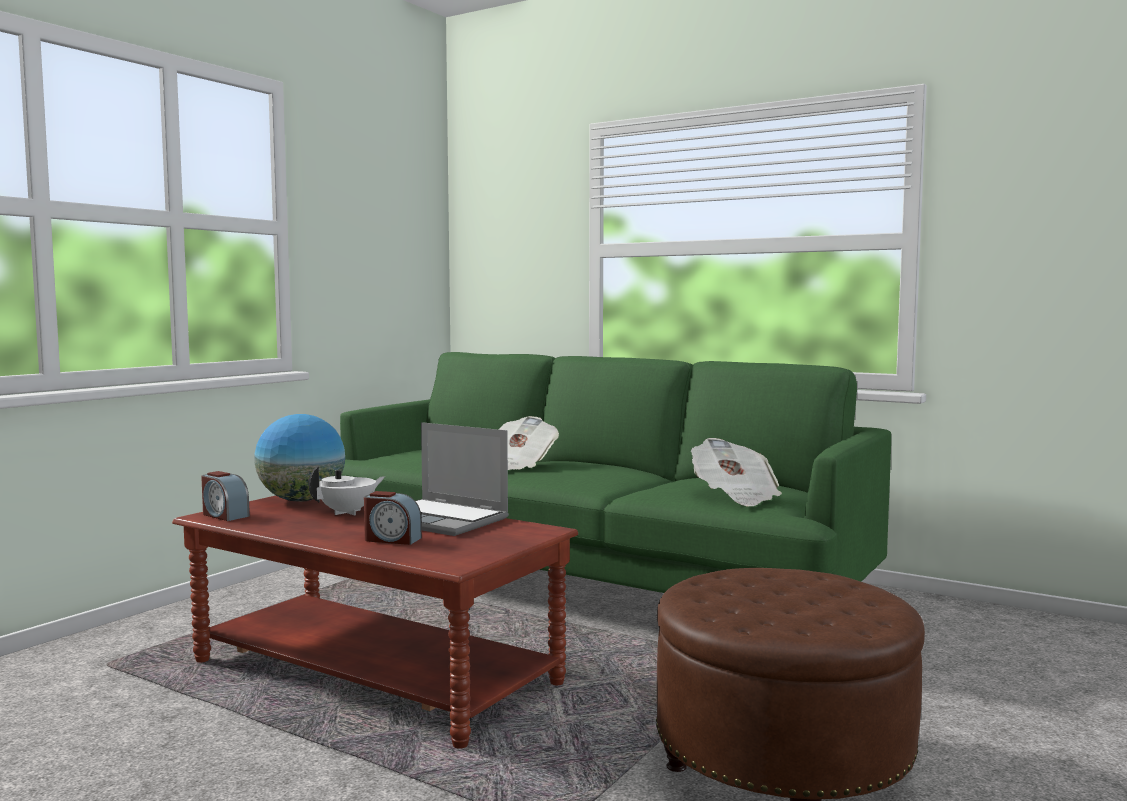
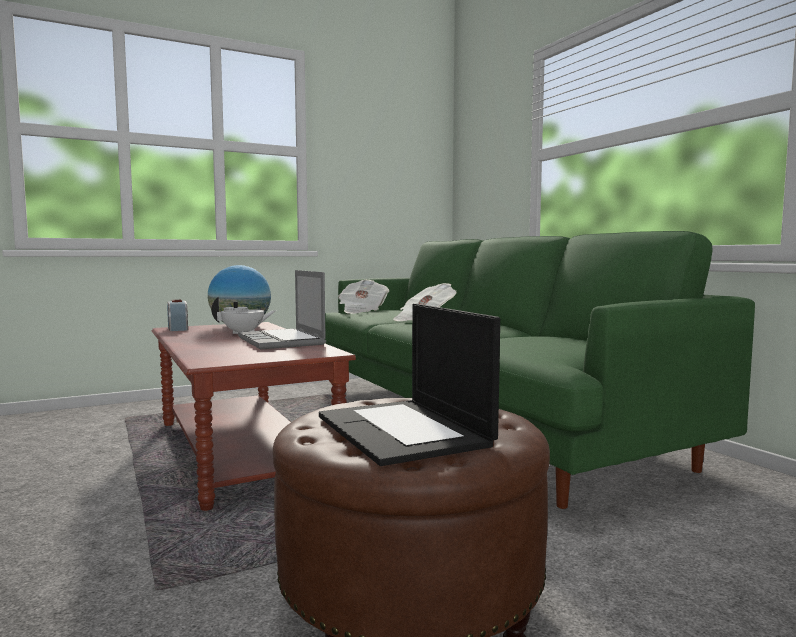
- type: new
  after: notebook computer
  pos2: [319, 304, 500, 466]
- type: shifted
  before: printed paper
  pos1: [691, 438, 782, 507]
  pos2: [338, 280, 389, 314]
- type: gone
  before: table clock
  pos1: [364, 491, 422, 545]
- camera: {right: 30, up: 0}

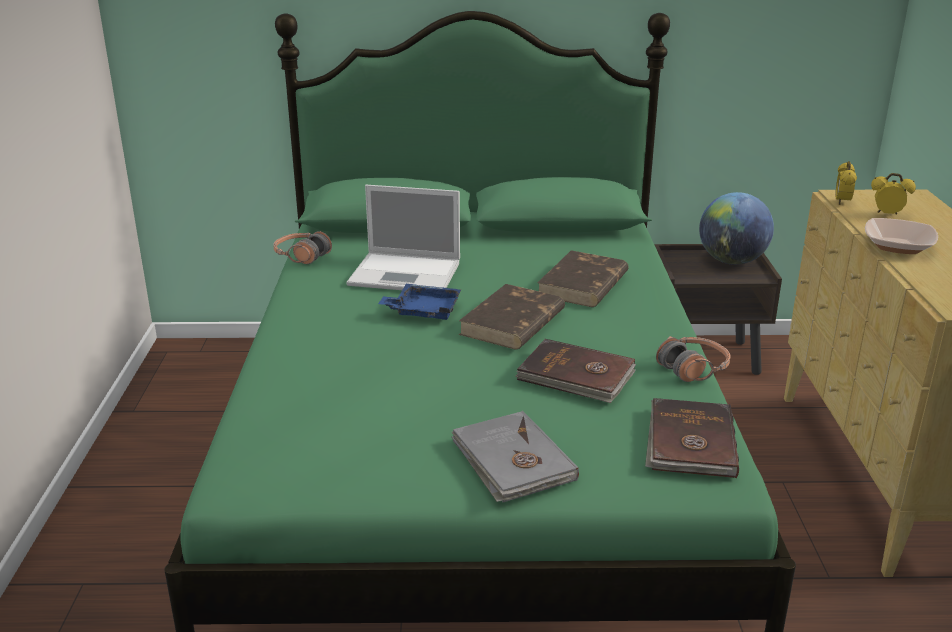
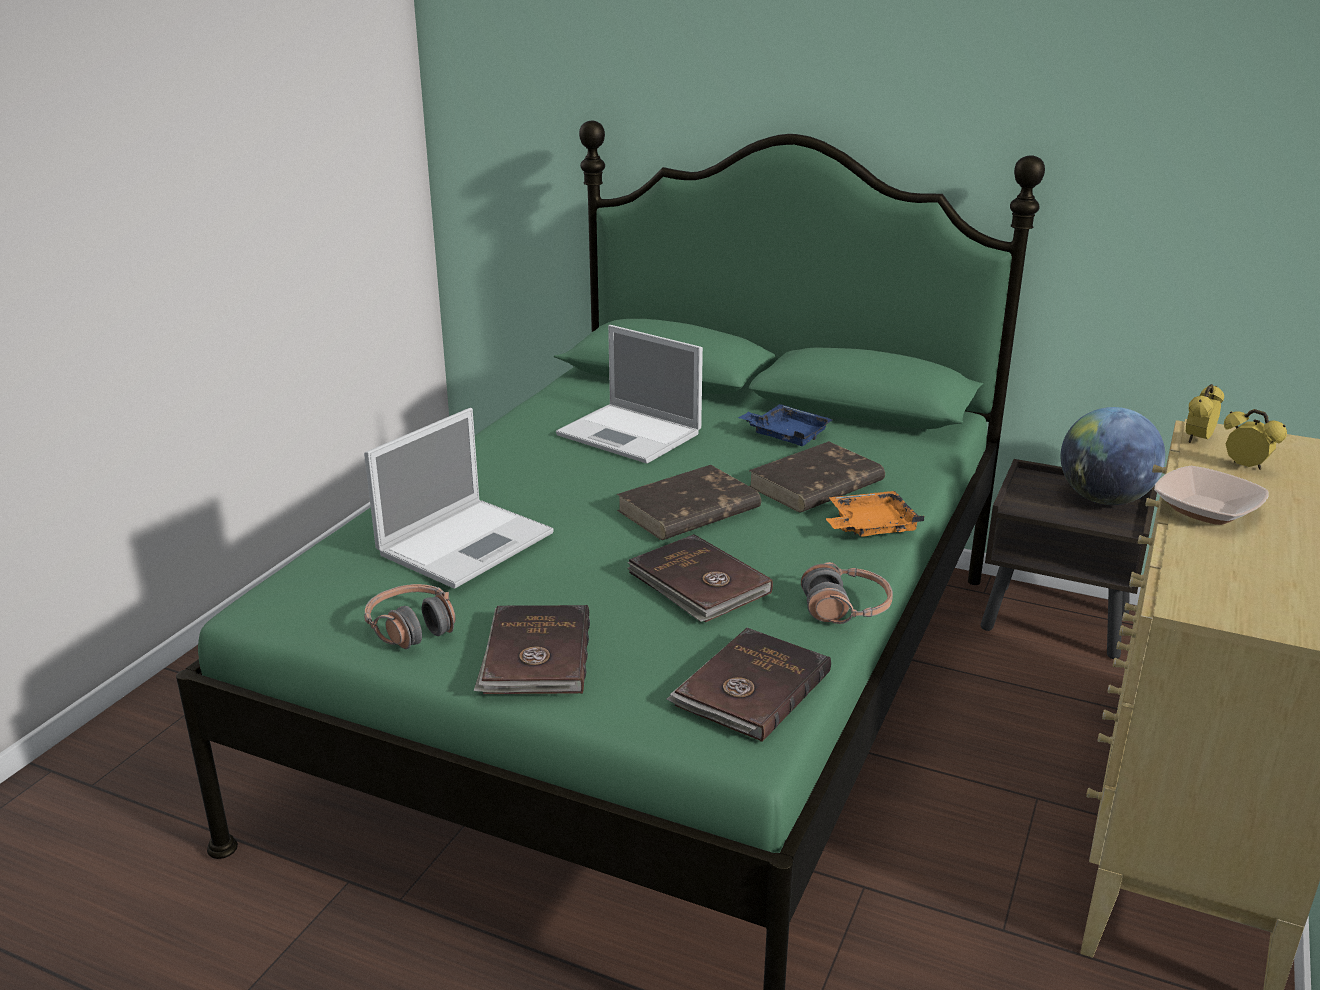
- type: new
  after: notebook computer
  pos2: [364, 408, 554, 589]
- type: shifted
  before: headphones
  pos1: [273, 231, 332, 264]
  pos2: [364, 584, 456, 649]
- type: repainted
  before: grey book
  after: brown book
  pos1: [451, 411, 579, 502]
  pos2: [474, 605, 590, 694]
- type: shifted
  before: blue-coloured tray
  pos1: [378, 284, 461, 320]
  pos2: [738, 404, 833, 446]
- type: new
  after: orange tray
  pos2: [826, 491, 924, 537]
- camera: {right: 25, up: 0}

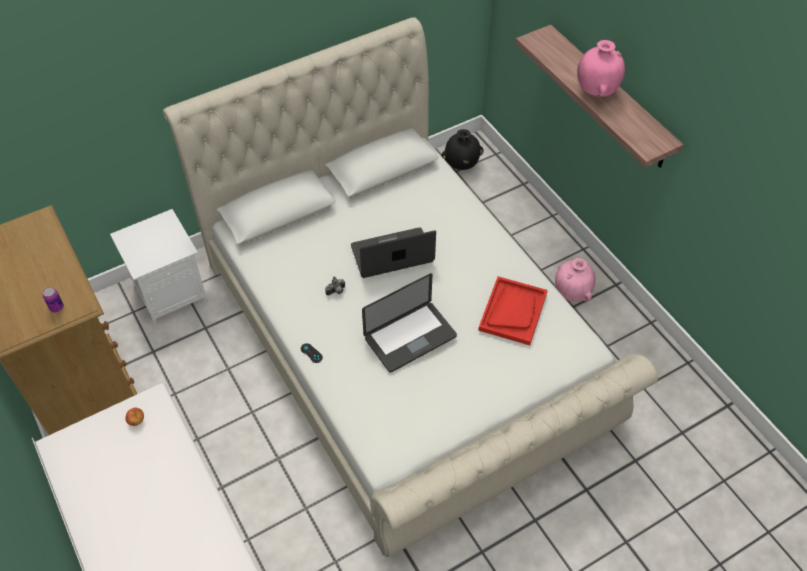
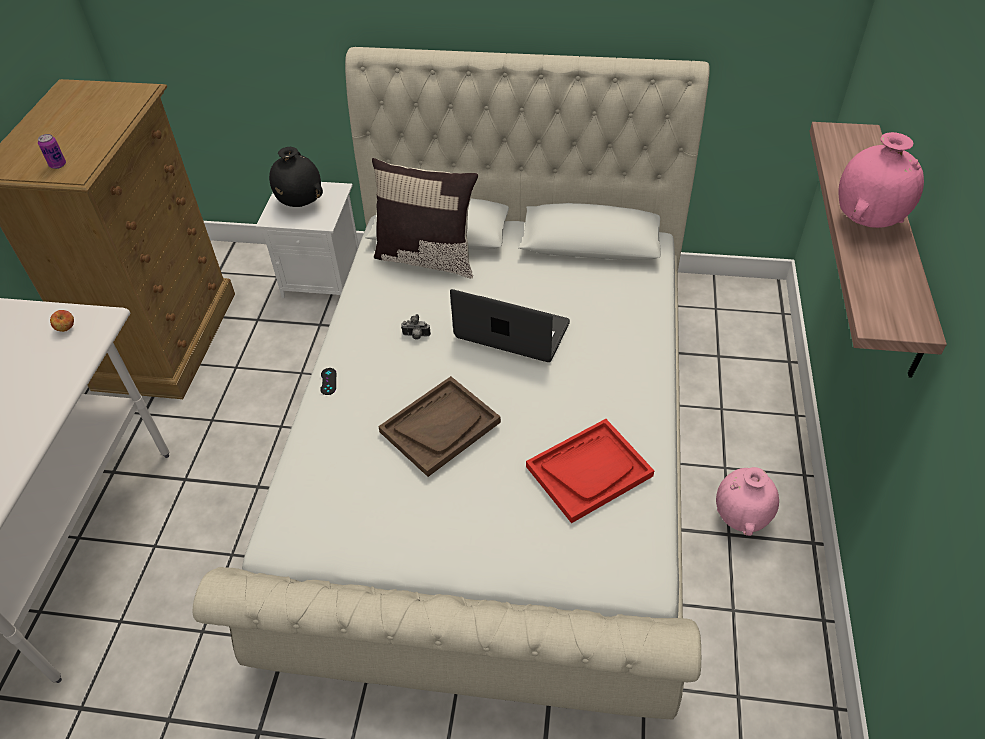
- type: shifted
  before: black vase
  pos1: [441, 129, 484, 170]
  pos2: [269, 147, 323, 207]
- type: new
  after: cushion
  pos2: [372, 158, 478, 279]
- type: swapped
  before: notebook computer
  after: brown tray
  pos1: [362, 273, 457, 372]
  pos2: [378, 376, 501, 477]
- camera: {right: 40, up: -5}

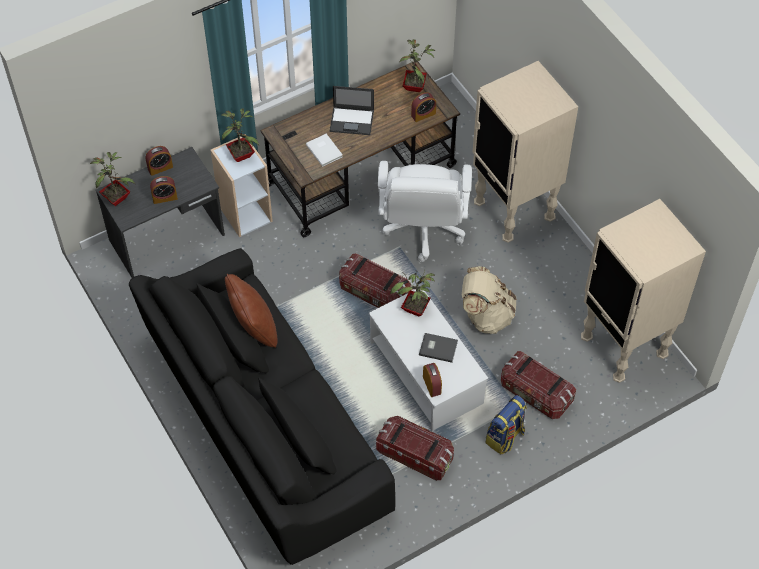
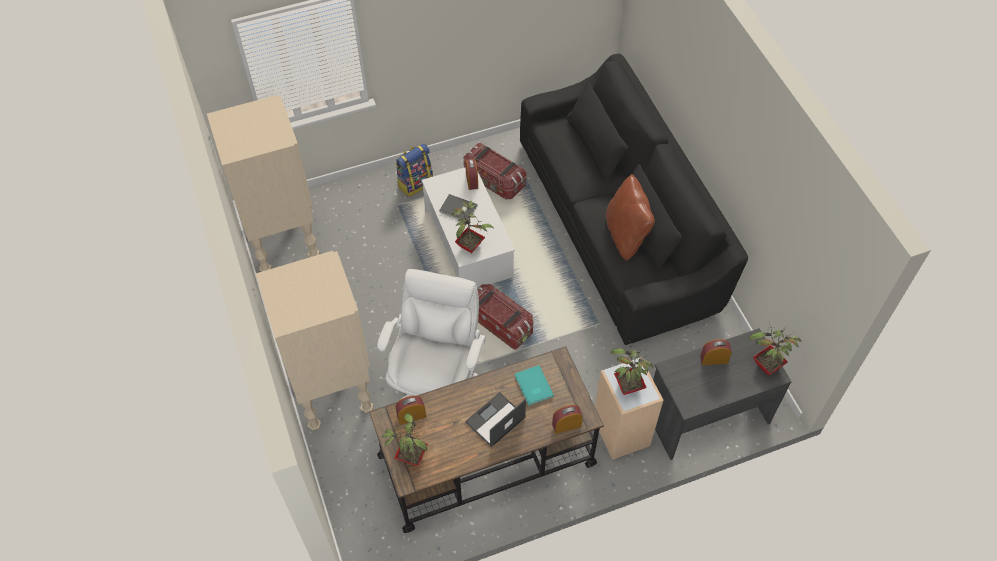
- type: rotated
  before: notebook computer
  pos1: [330, 86, 374, 135]
  pos2: [465, 392, 526, 447]
  turn: -60
- type: repainted
  before: whitish book
  after: turquoise book
  pos1: [306, 134, 343, 167]
  pos2: [515, 365, 554, 406]
- type: shifted
  before: table clock
  pos1: [145, 146, 173, 176]
  pos2: [552, 405, 583, 434]
- type: gone
  before: beige-coloured backpack
  pos1: [462, 266, 517, 334]
- type: gone
  before: storage container
  pos1: [501, 351, 576, 419]
- camera: {right: -170, up: 0}

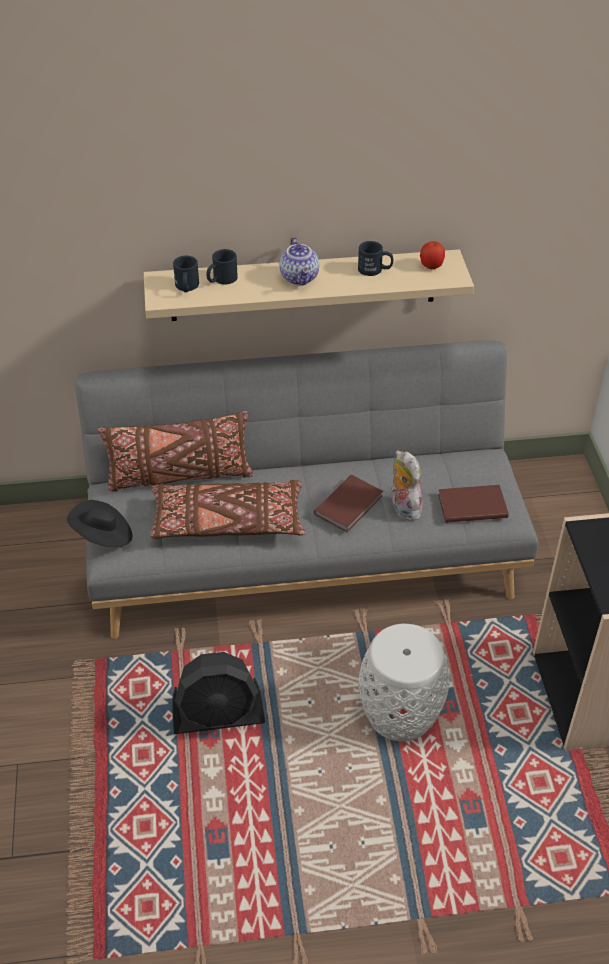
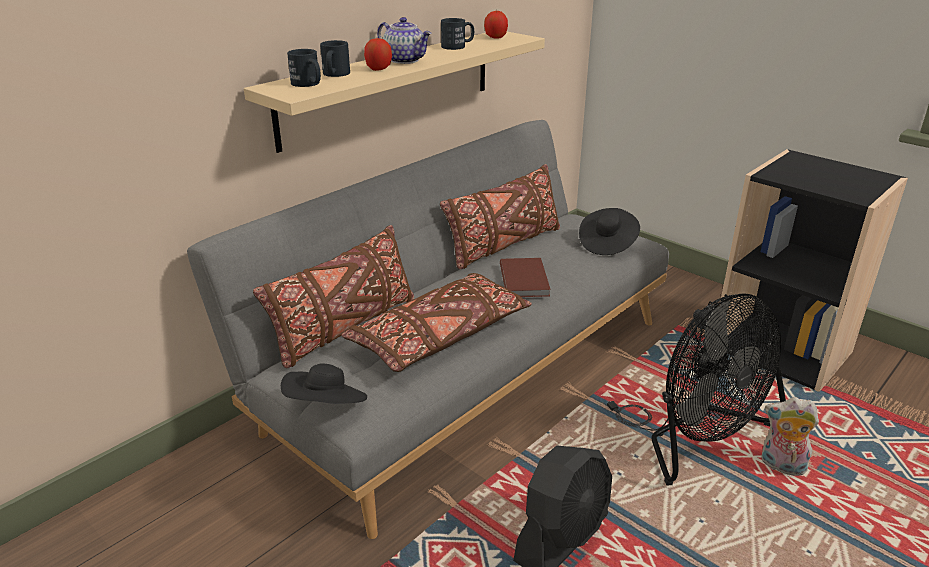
- type: new
  after: apple
  pos2: [364, 38, 392, 71]
- type: new
  after: brown cushion
  pos2: [440, 164, 560, 269]
- type: swapped
  before: brown book
  after: black wearable hat
  pos1: [438, 485, 509, 523]
  pos2: [579, 208, 640, 255]
- type: swapped
  before: whitish stool seat
  after: black cooling fan
  pos1: [359, 624, 449, 742]
  pos2: [607, 294, 786, 486]
- type: shifted
  before: cuddly toy
  pos1: [391, 450, 423, 521]
  pos2: [761, 397, 819, 476]
- camera: {right: -40, up: -15}

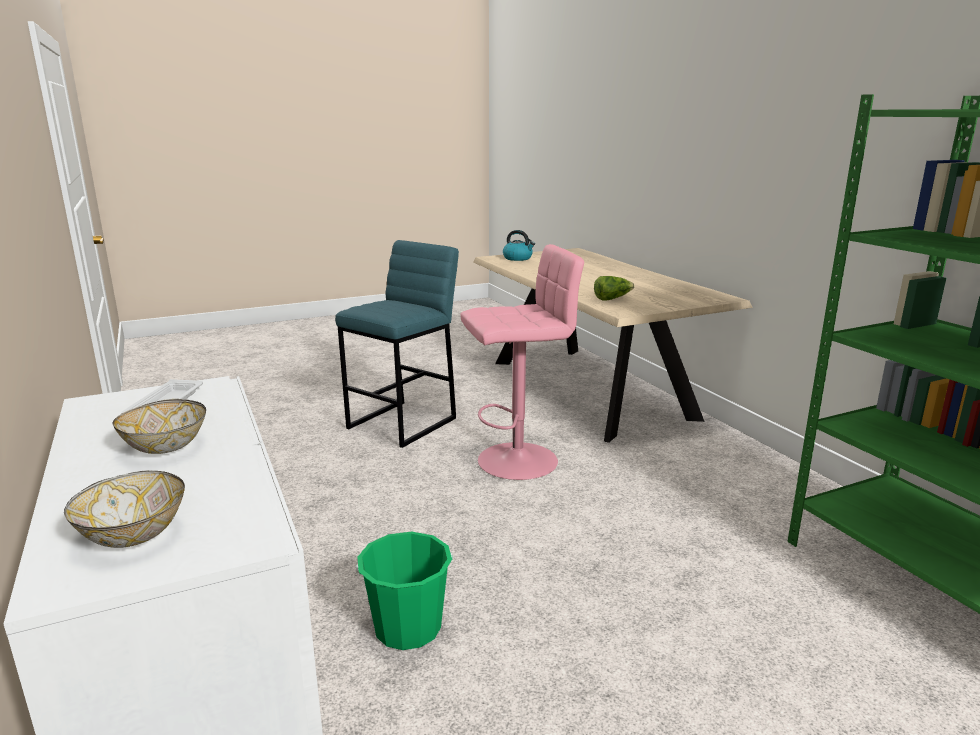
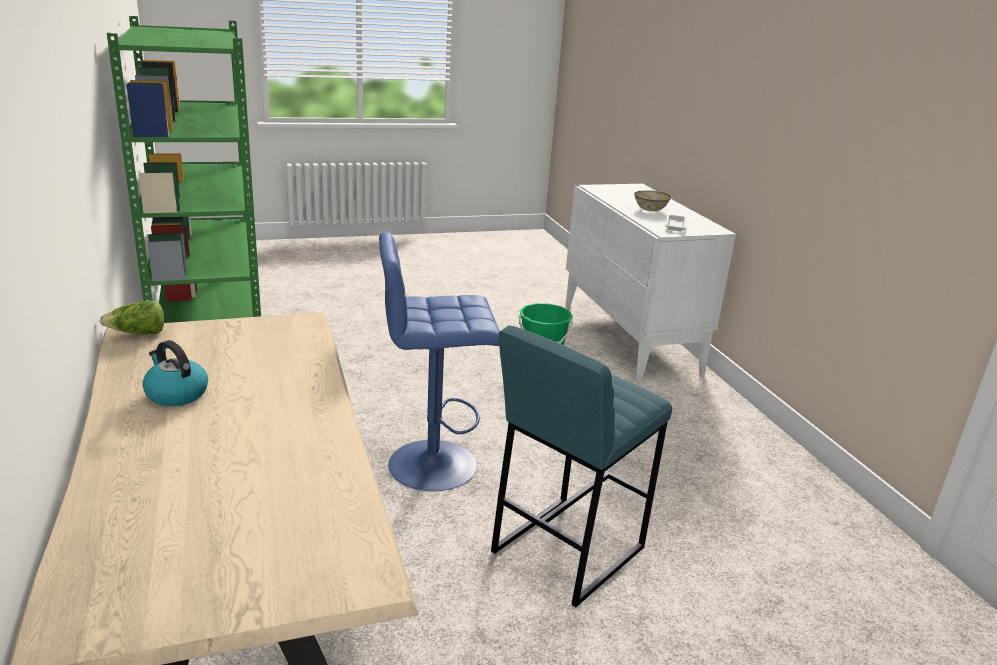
- type: shifted
  before: lettuce head
  pos1: [594, 276, 635, 301]
  pos2: [100, 301, 164, 335]
- type: shifted
  before: kettle
  pos1: [503, 230, 535, 261]
  pos2: [142, 340, 208, 406]
- type: repainted
  before: pink-coloured stool seat
  after: blue-coloured stool seat
  pos1: [460, 244, 584, 480]
  pos2: [379, 232, 500, 491]
- type: gone
  before: bowl
  pos1: [64, 471, 185, 548]
- camera: {right: -175, up: 5}

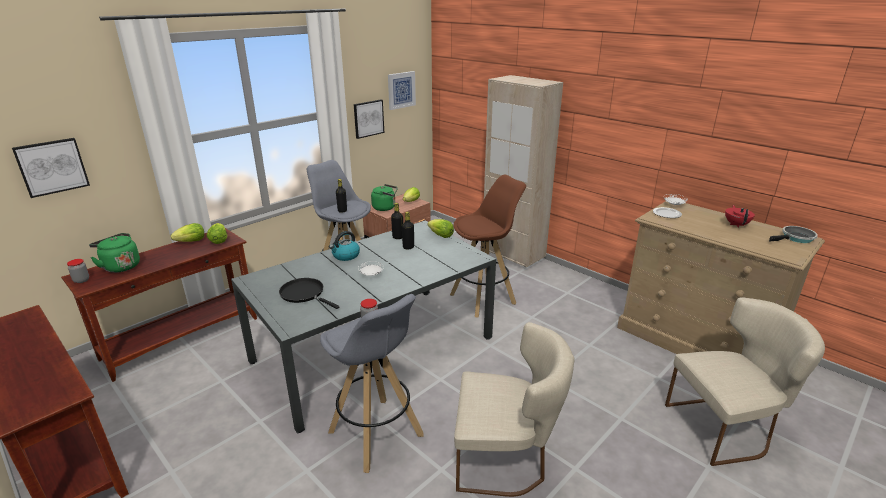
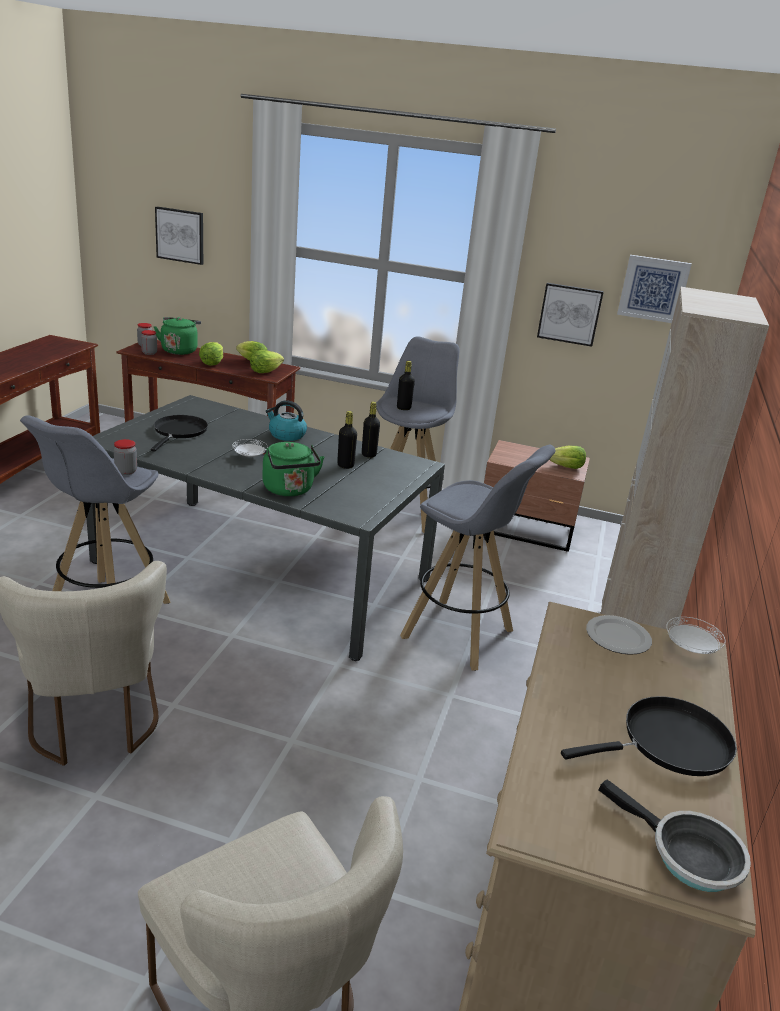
- type: new
  after: preserve jar
  pos2: [141, 330, 157, 355]
- type: shifted
  before: lettuce head
  pos1: [427, 219, 454, 238]
  pos2: [199, 342, 223, 366]
- type: shifted
  before: green-coloured kettle
  pos1: [371, 184, 398, 211]
  pos2: [262, 442, 324, 496]
- type: repainted
  before: brown stool seat
  after: grey stool seat
  pos1: [450, 175, 526, 318]
  pos2: [400, 445, 556, 671]
- type: swapped
  before: reddish pot for tea
  after: black pan
  pos1: [725, 205, 755, 228]
  pos2: [561, 696, 737, 776]
- camera: {right: 60, up: 0}

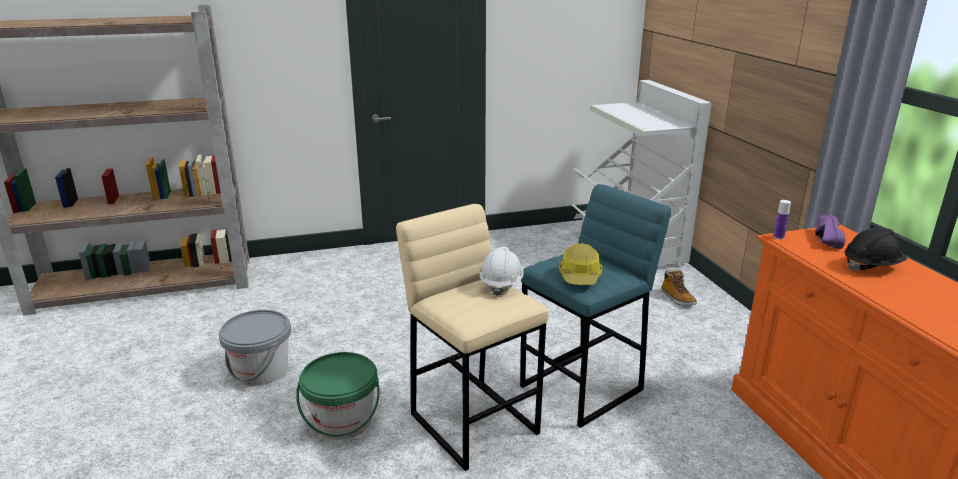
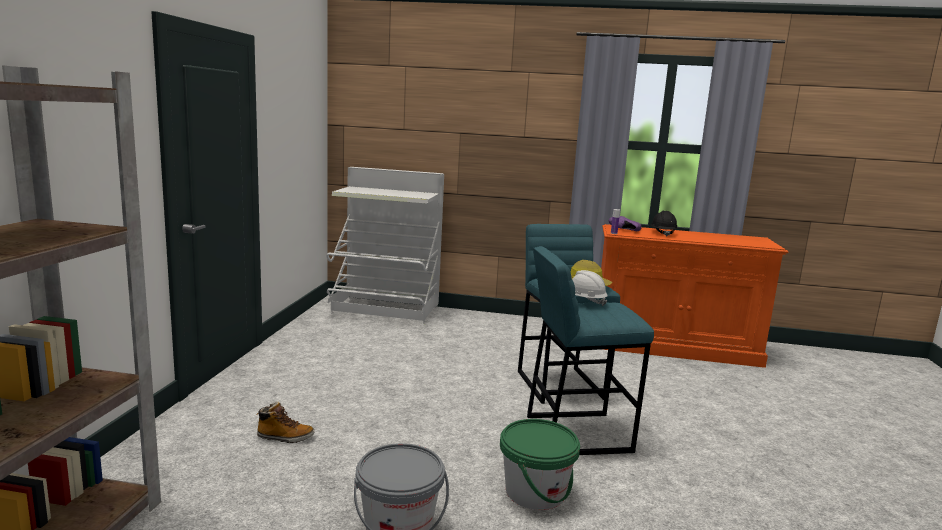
- type: shifted
  before: tall boot
  pos1: [661, 269, 697, 306]
  pos2: [256, 402, 314, 443]
- type: repainted
  before: beige-coloured stool seat
  after: turquoise stool seat
  pos1: [396, 204, 549, 471]
  pos2: [527, 246, 654, 455]
- camera: {right: -65, up: -10}

